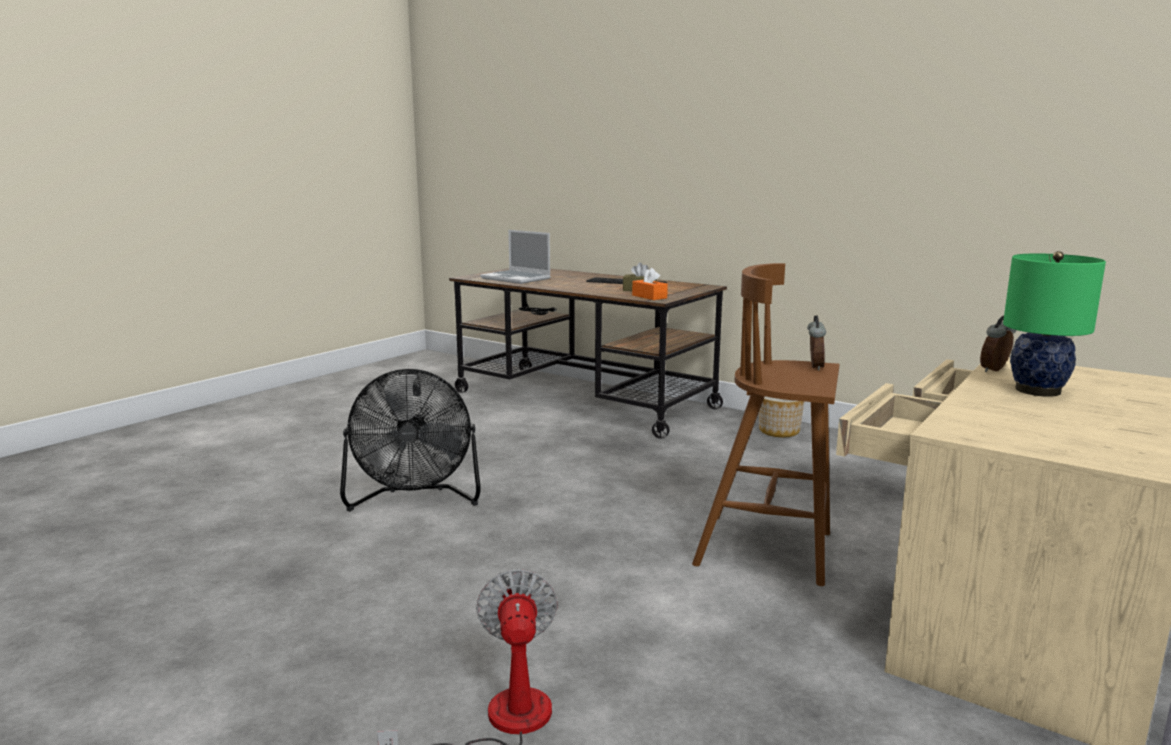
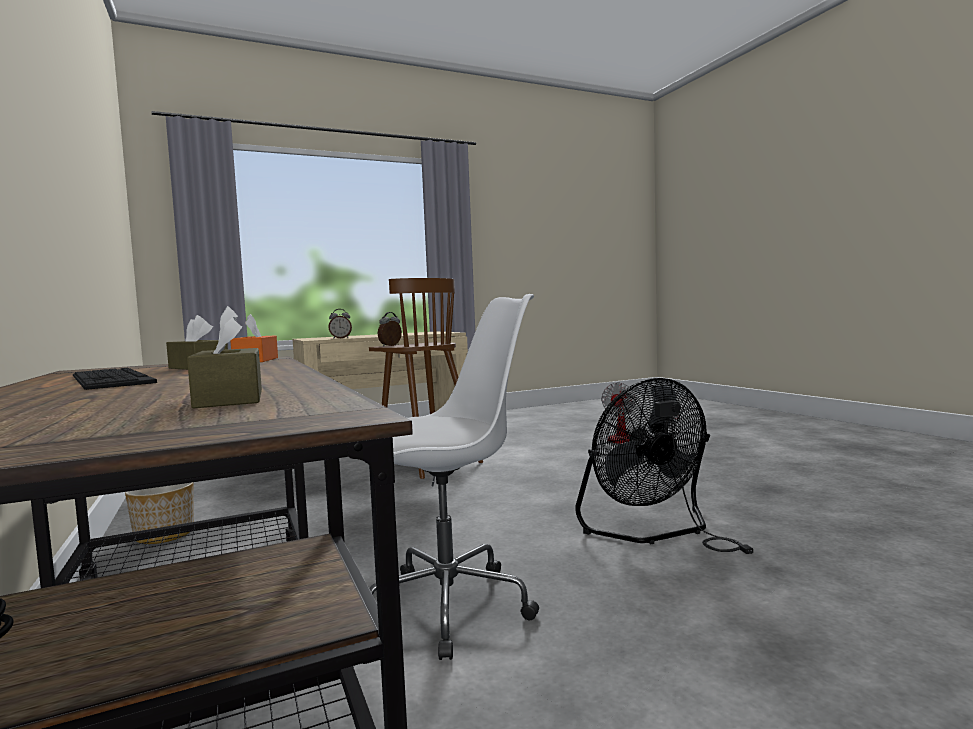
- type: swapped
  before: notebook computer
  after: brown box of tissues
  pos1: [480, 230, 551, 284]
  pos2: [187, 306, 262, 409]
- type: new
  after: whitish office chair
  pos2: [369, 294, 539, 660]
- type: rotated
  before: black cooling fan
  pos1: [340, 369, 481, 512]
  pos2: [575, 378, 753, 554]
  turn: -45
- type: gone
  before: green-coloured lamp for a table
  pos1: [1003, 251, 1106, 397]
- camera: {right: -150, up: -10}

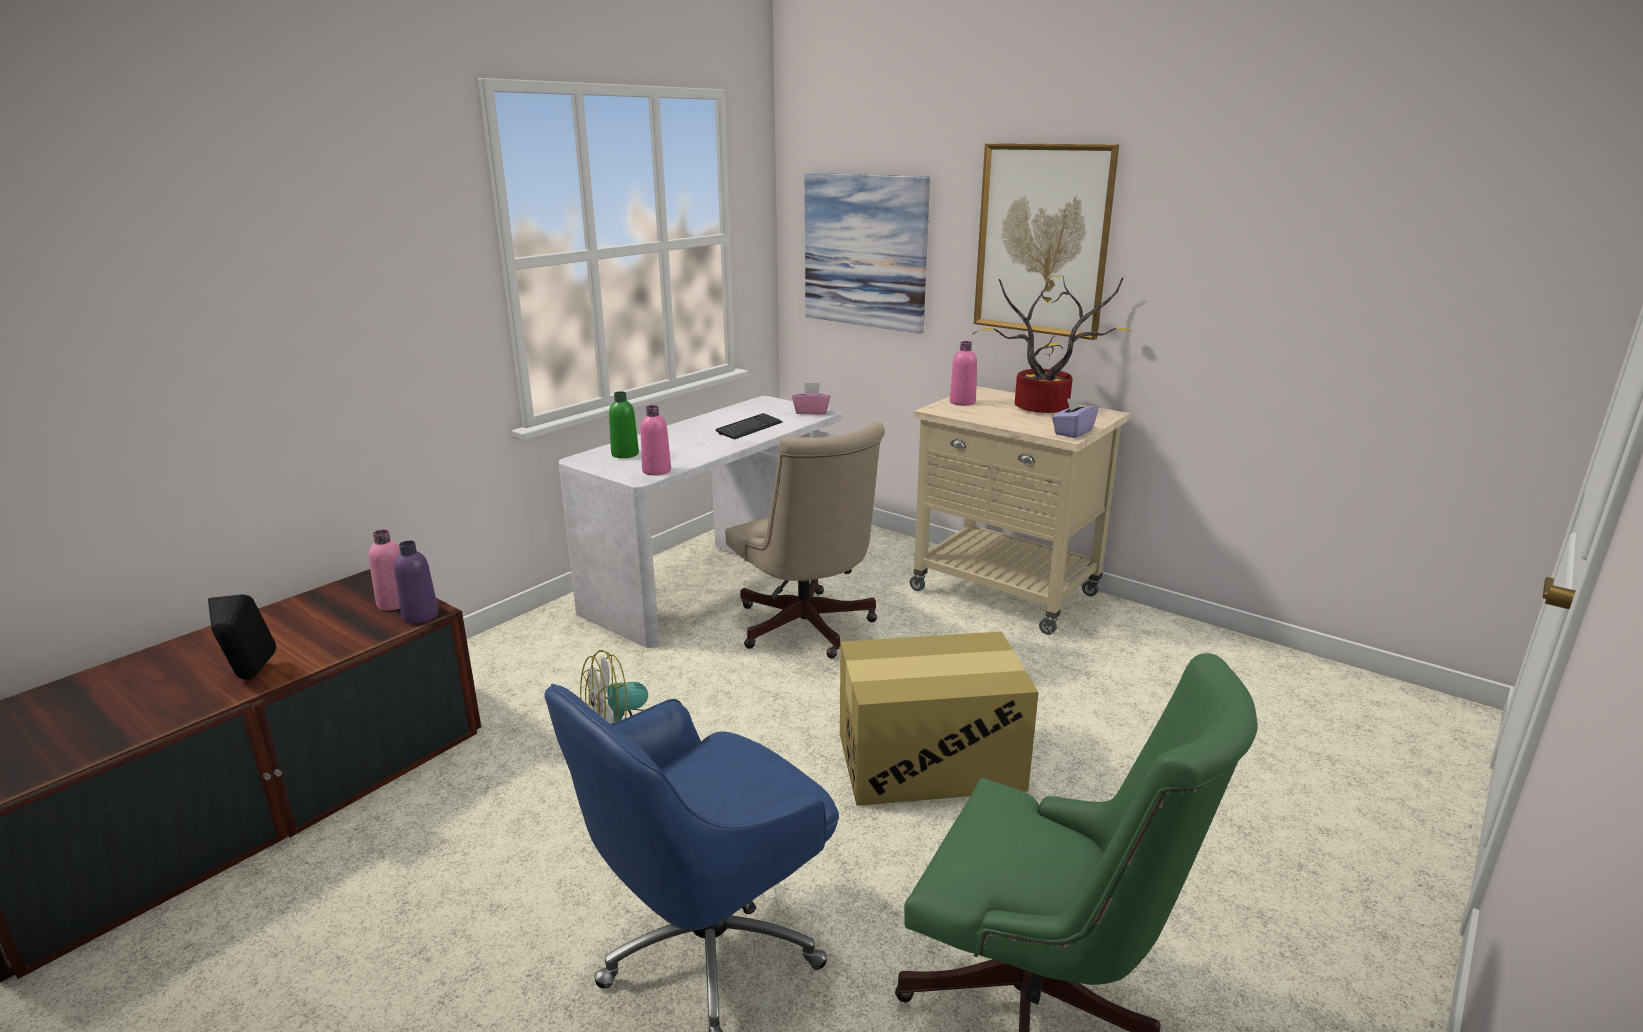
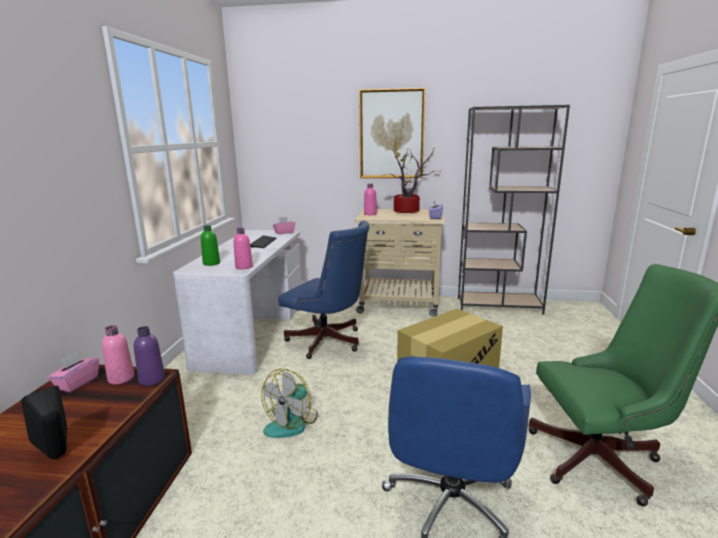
- type: new
  after: pink-coloured box of tissues
  pos2: [48, 352, 99, 393]
- type: repainted
  before: beige-coloured office chair
  after: blue-coloured office chair
  pos1: [725, 422, 885, 658]
  pos2: [278, 221, 369, 359]
- type: new
  after: shelving unit
  pos2: [458, 105, 570, 315]
- type: gone
  before: wall art
  pos1: [805, 173, 930, 334]
- camera: {right: -30, up: -5}

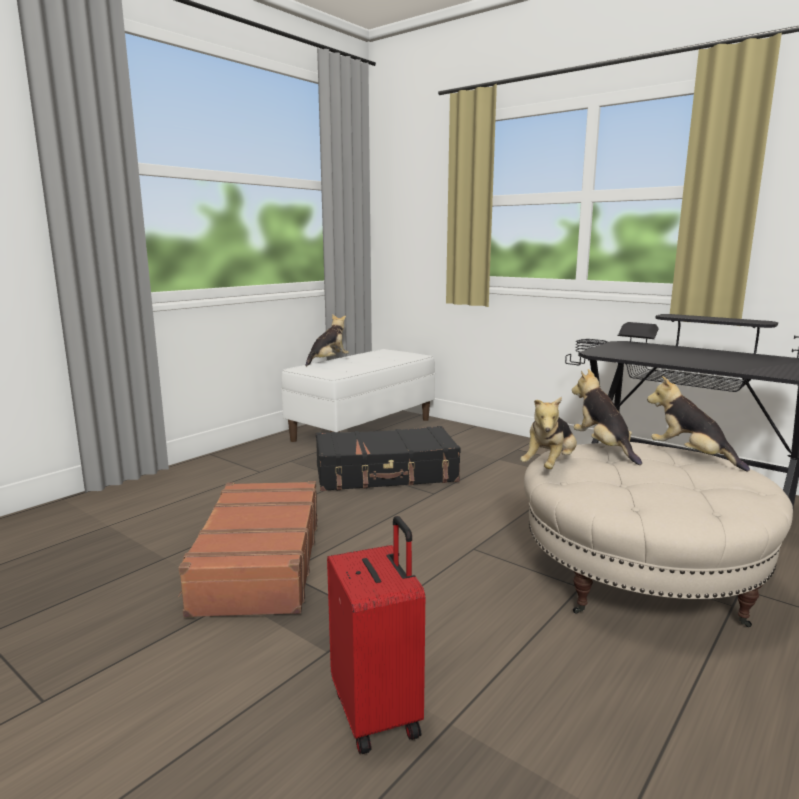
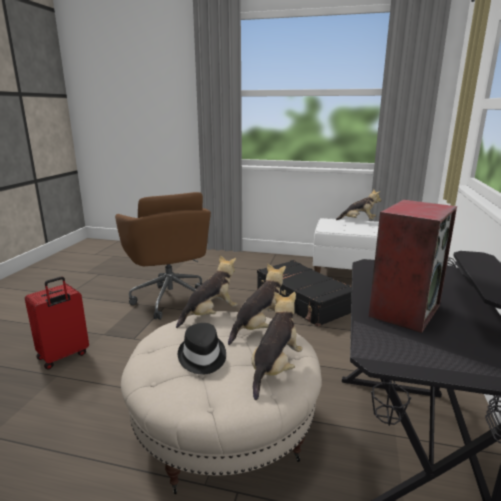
- type: swapped
  before: brown travel case
  after: brown office chair
  pos1: [178, 481, 318, 618]
  pos2: [115, 192, 211, 320]
- type: rotated
  before: cuddly toy
  pos1: [520, 397, 577, 469]
  pos2: [176, 255, 237, 328]
  turn: 135
- type: new
  after: black wearable hat
  pos2: [178, 323, 226, 375]
- type: new
  after: audio speaker
  pos2: [368, 200, 457, 333]
- camera: {right: 65, up: 5}

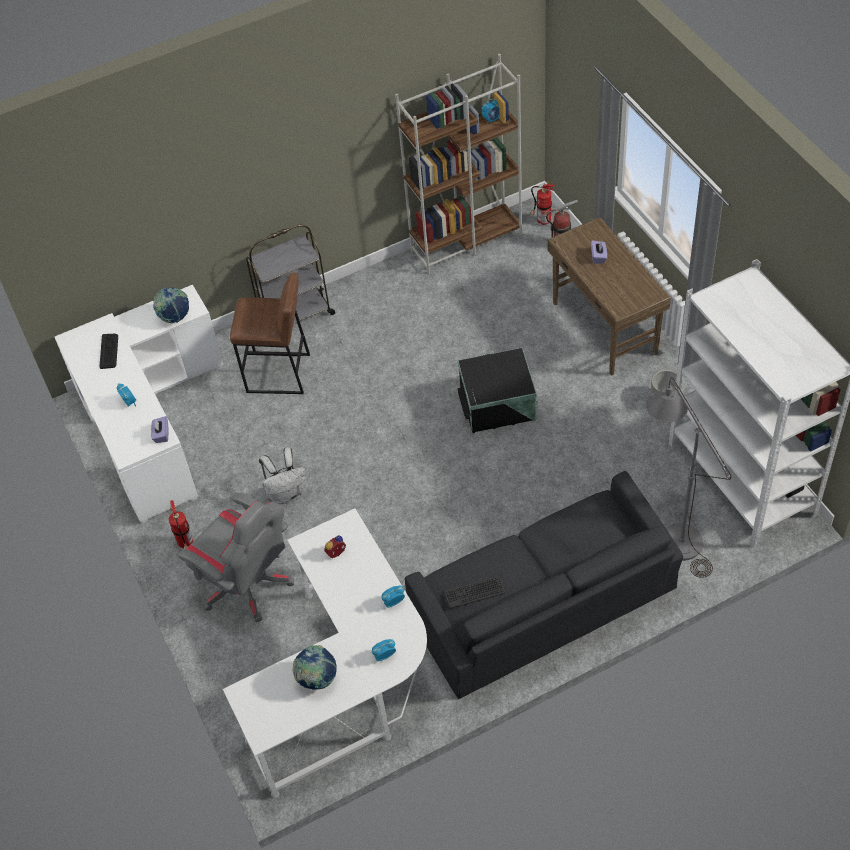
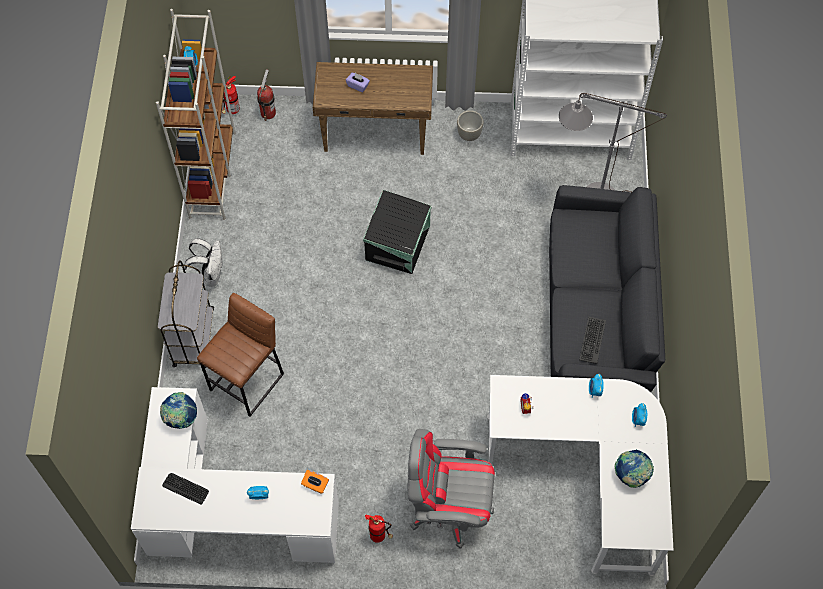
- type: shifted
  before: whitish backpack
  pos1: [259, 447, 306, 504]
  pos2: [184, 238, 223, 286]
- type: repainted
  before: purple-coloured box of tissues
  after: orange box of tissues
  pos1: [151, 416, 168, 443]
  pos2: [301, 470, 329, 494]
- type: rotated
  before: grey office chair
  pos1: [178, 493, 294, 622]
  pos2: [407, 429, 495, 549]
  turn: -150
- camera: {right: -65, up: 10}

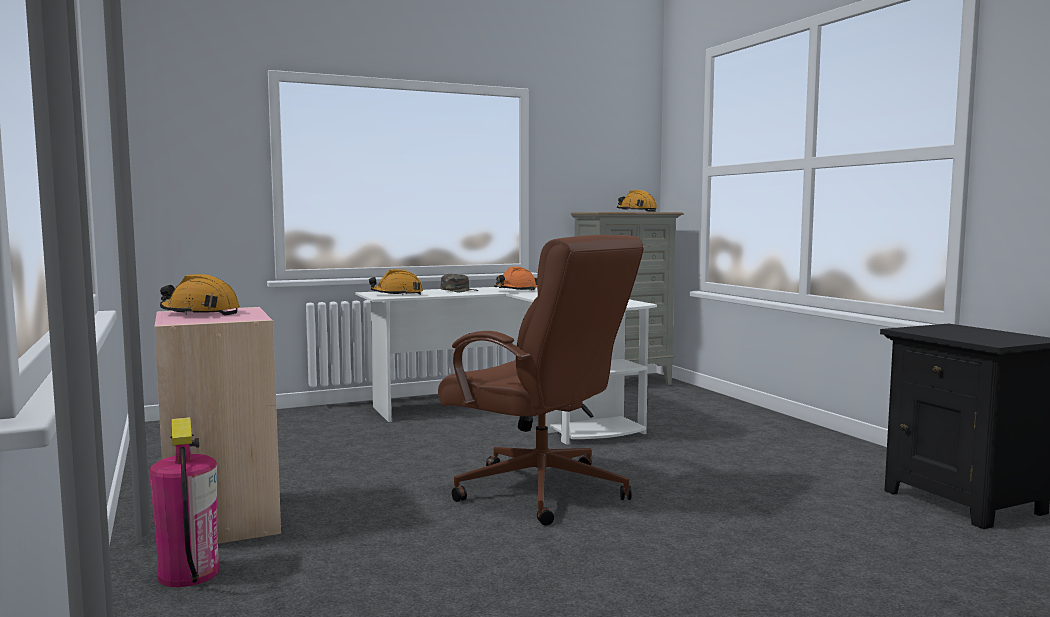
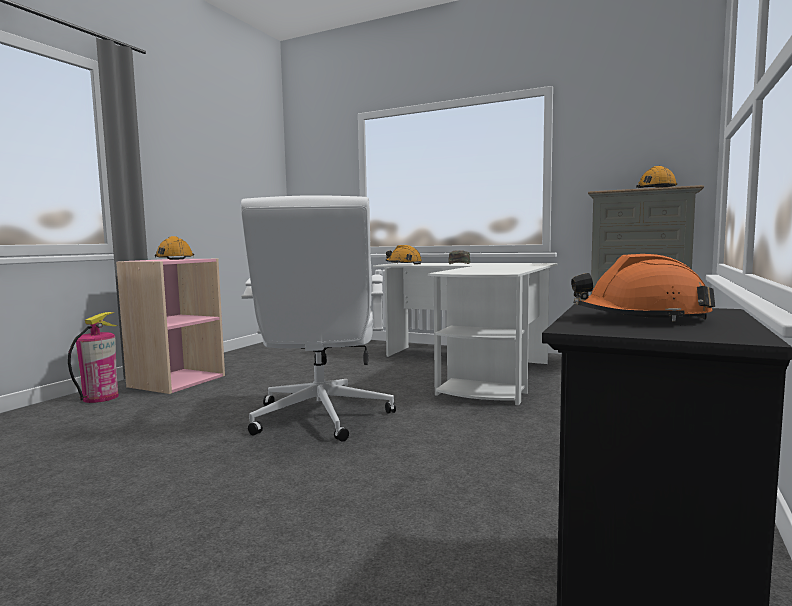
- type: repainted
  before: brown office chair
  after: whitish office chair
  pos1: [438, 235, 644, 525]
  pos2: [241, 195, 396, 442]
- type: shifted
  before: orange safety helmet
  pos1: [494, 267, 537, 290]
  pos2: [571, 254, 715, 321]
- camera: {right: 50, up: 0}

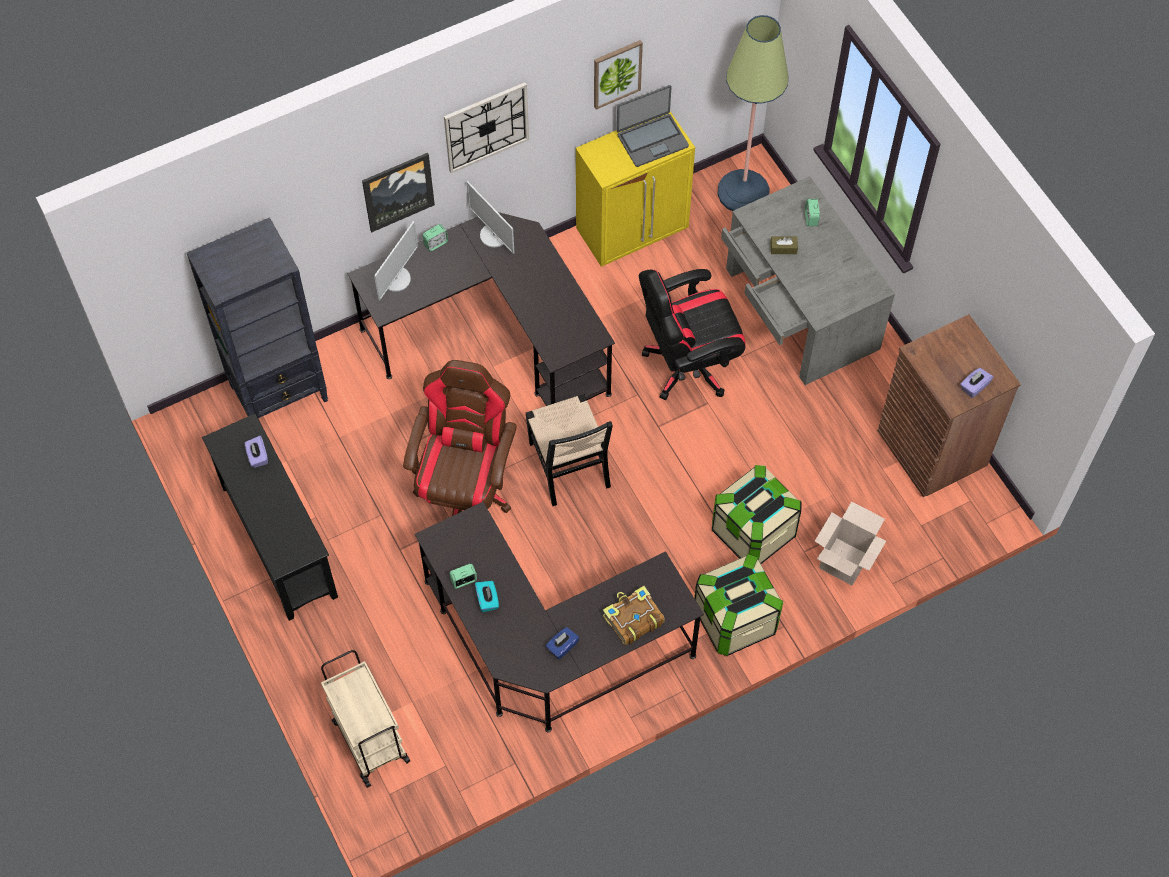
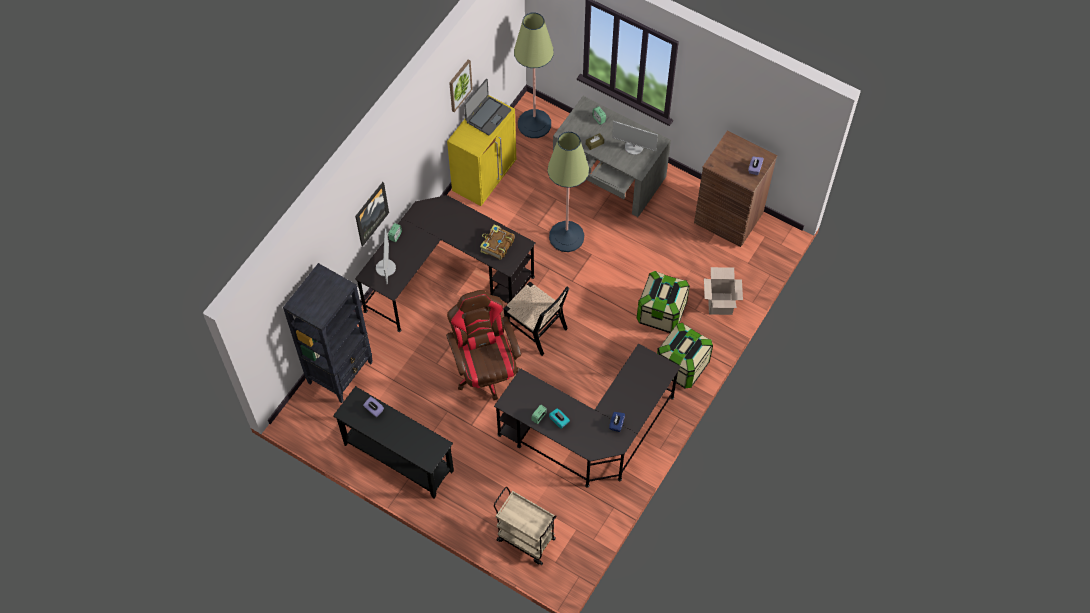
- type: shifted
  before: book
  pos1: [603, 586, 665, 645]
  pos2: [480, 224, 515, 260]
- type: swapped
  before: black office chair
  after: standing lamp
  pos1: [639, 269, 745, 400]
  pos2: [547, 132, 589, 252]
- type: shifted
  before: computer screen
  pos1: [467, 181, 514, 254]
  pos2: [612, 121, 658, 155]
- type: gone
  before: hanging clock
  pos1: [444, 82, 529, 173]
- camera: {right: -30, up: 0}

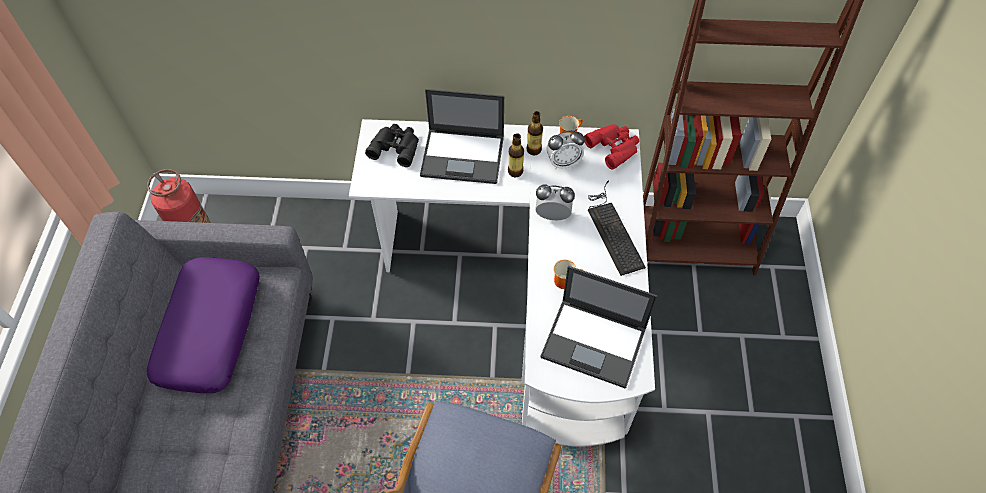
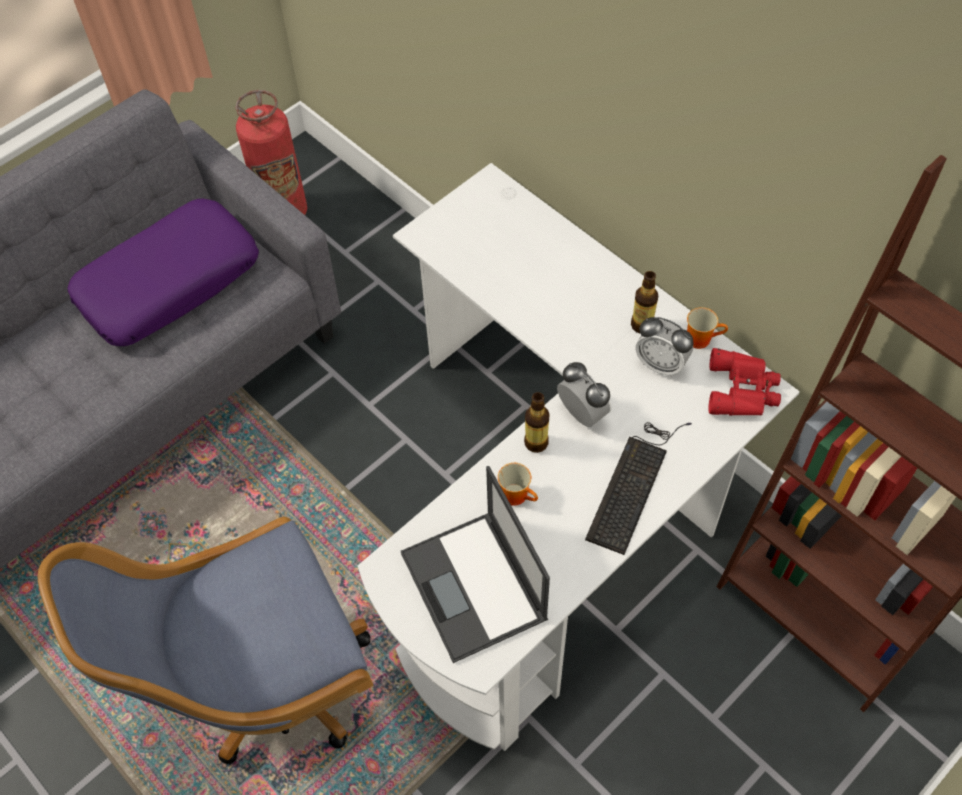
- type: shifted
  before: drink bottle
  pos1: [508, 133, 524, 177]
  pos2: [524, 392, 550, 453]
- type: gone
  before: black binoculars
  pos1: [365, 124, 419, 167]
- type: gone
  before: notebook computer
  pos1: [420, 89, 504, 184]
- camera: {right: 45, up: 0}

